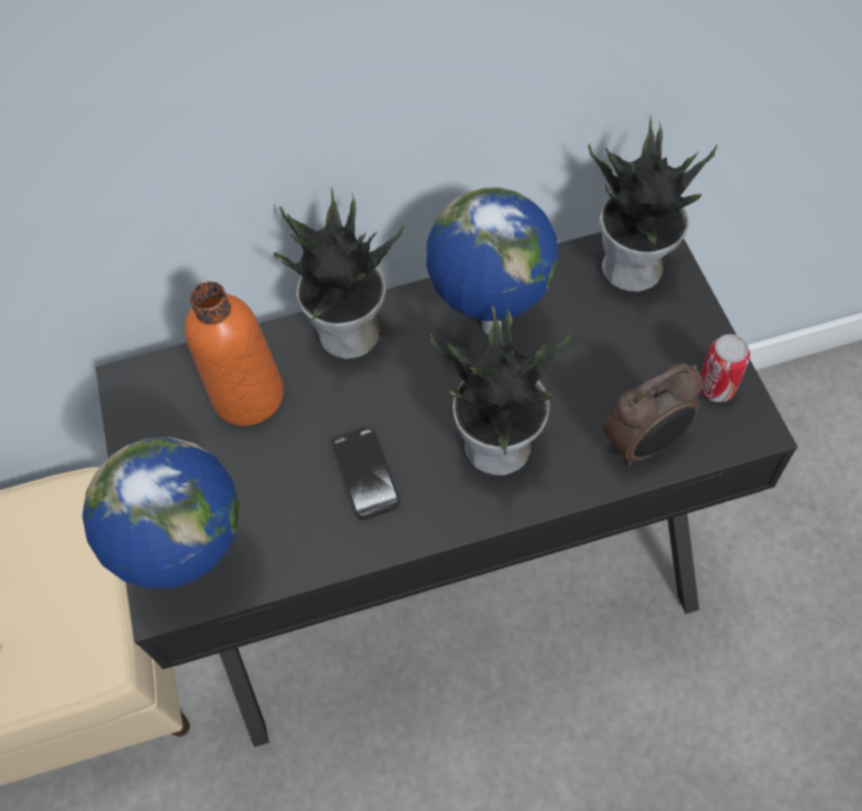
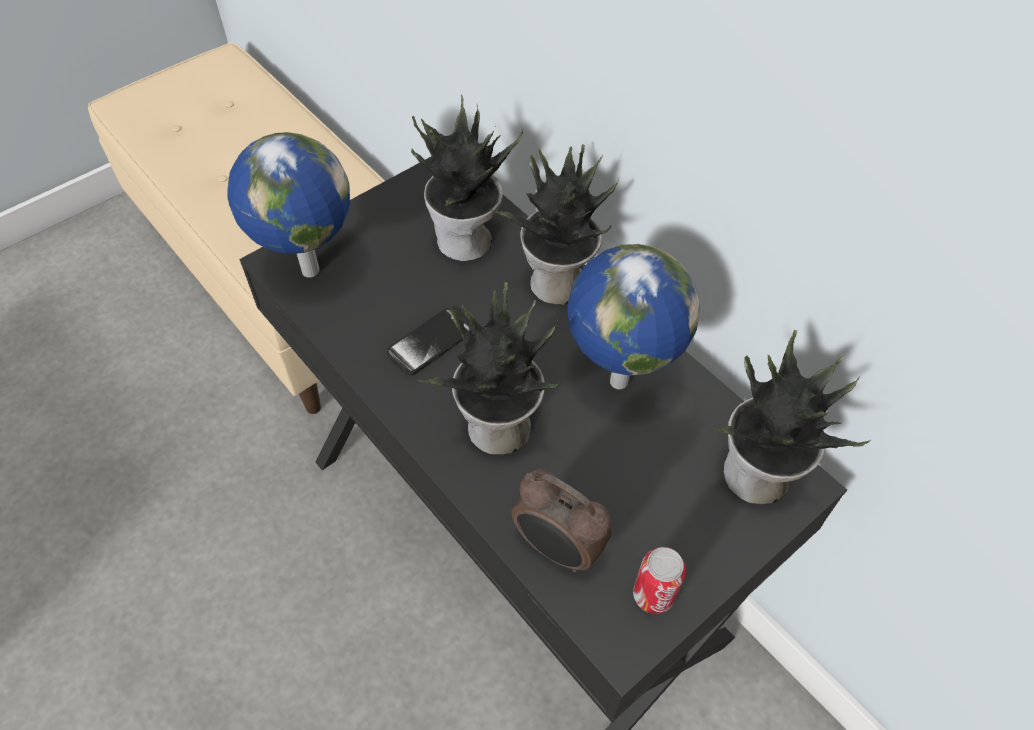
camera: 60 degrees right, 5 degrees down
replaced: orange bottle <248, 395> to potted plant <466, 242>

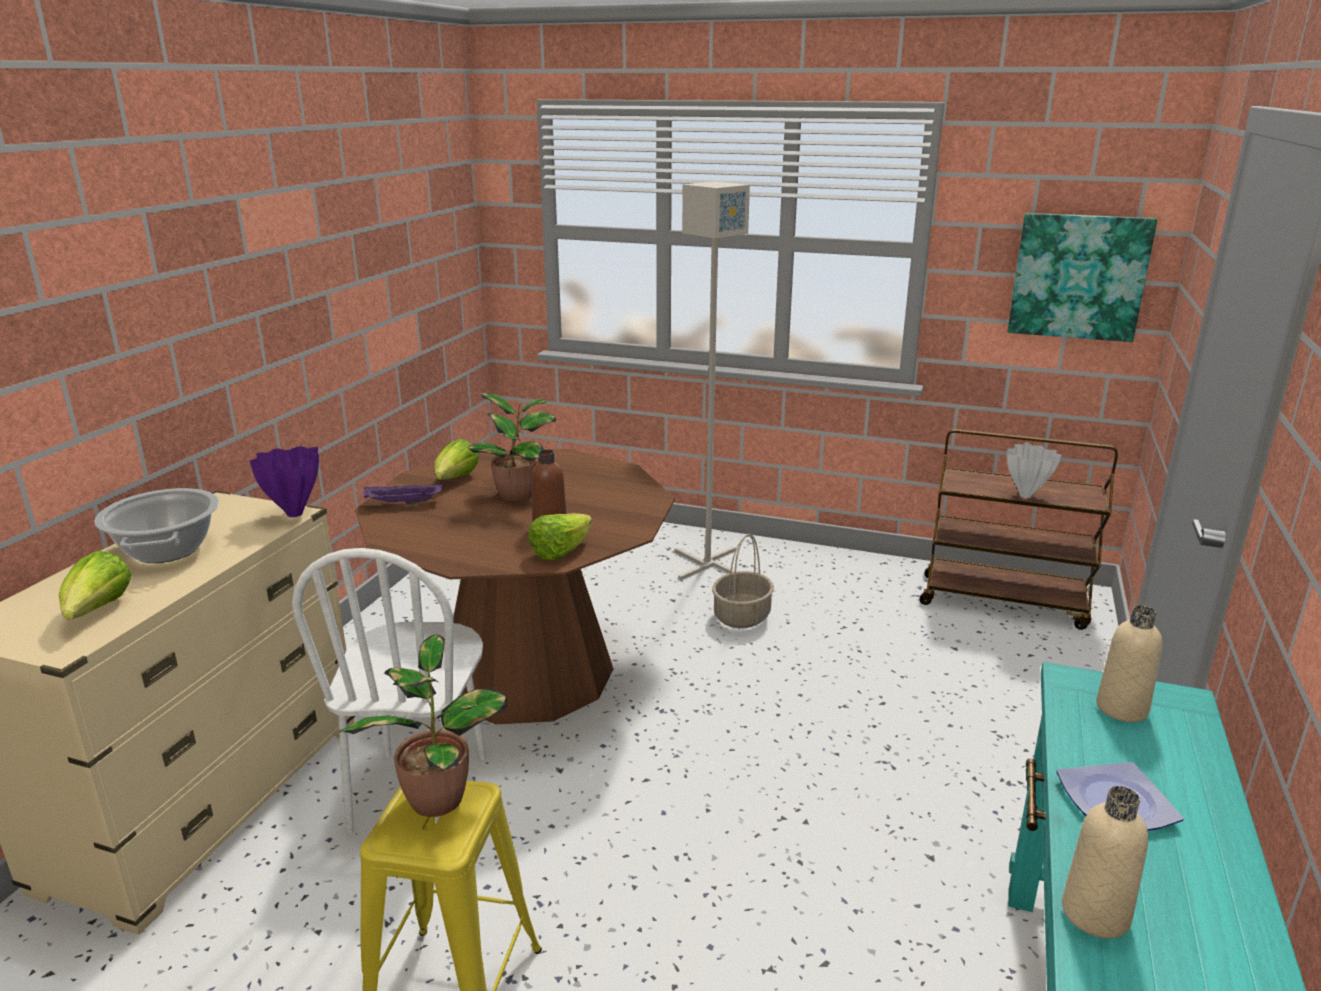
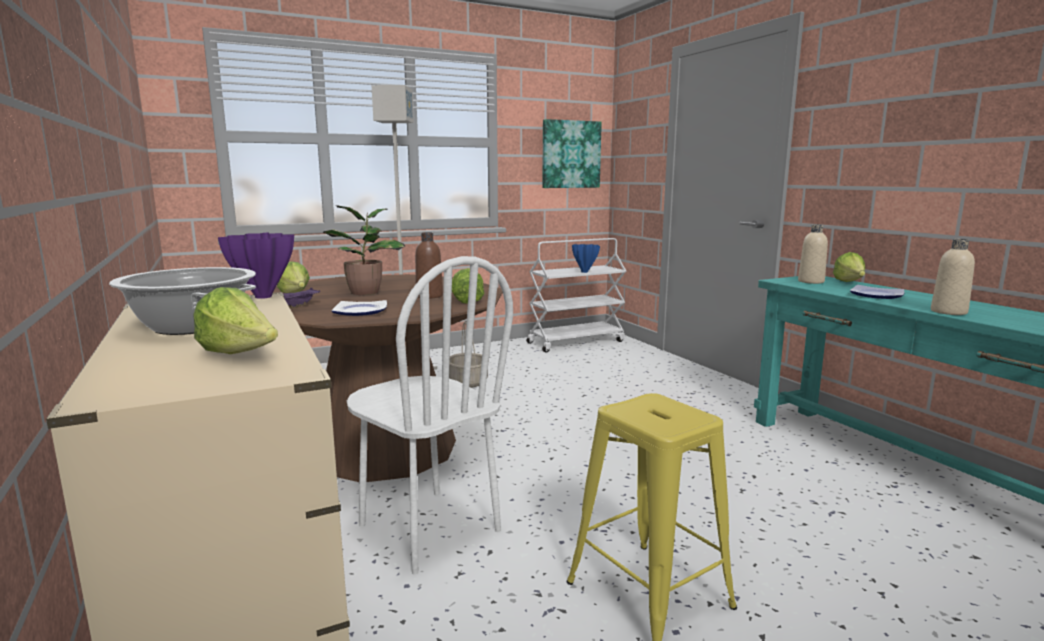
camera: 45 degrees left, 10 degrees down
removed: potted plant <437, 796>
added: plate <361, 311>; lettuce <850, 283>
recoloured: brown cart <1004, 601> to white cart <576, 342>; white vase <1025, 496> to blue vase <585, 272>

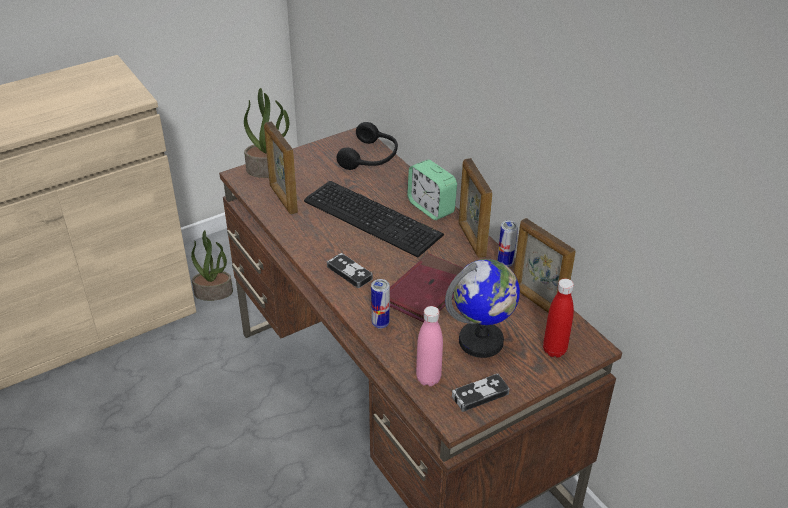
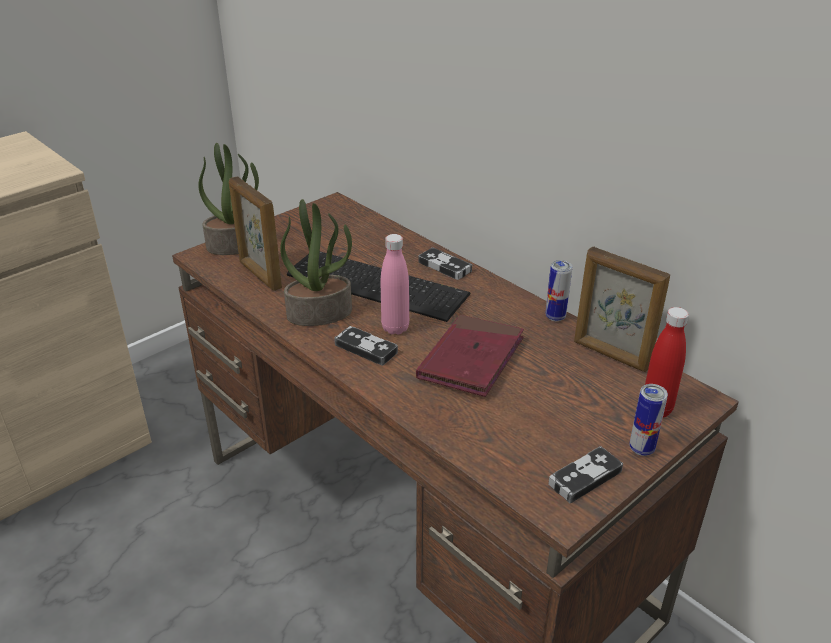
camera: 10 degrees left, 5 degrees down
removed: black headphones <371, 158>; globe <481, 342>; picture frame <471, 240>
moved: potted plant <214, 292> to <320, 313>; can <380, 323> to <641, 449>; pink bottle <428, 378> to <395, 328>
replaced: alarm clock <431, 207> to game controller <444, 266>

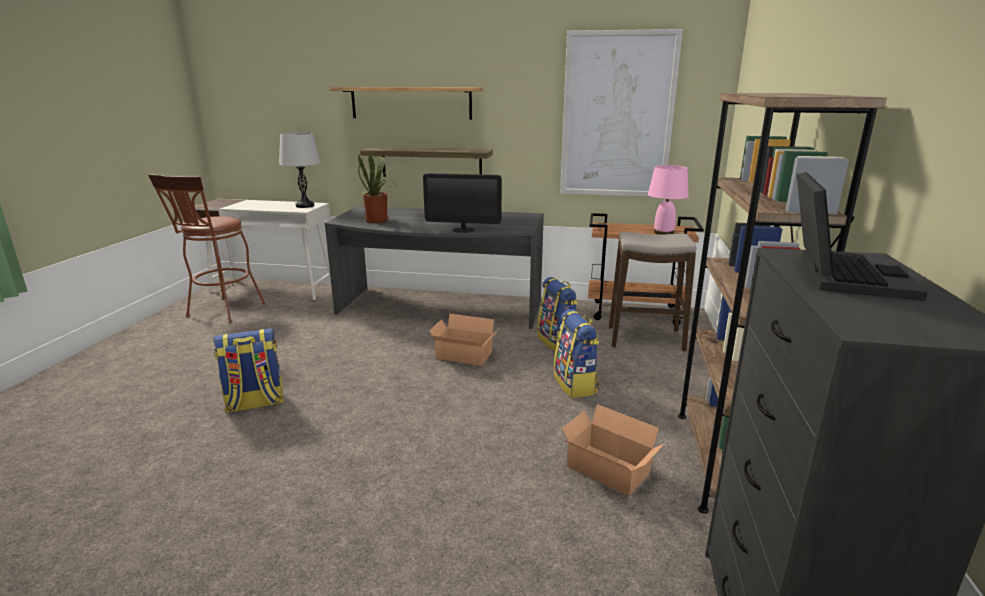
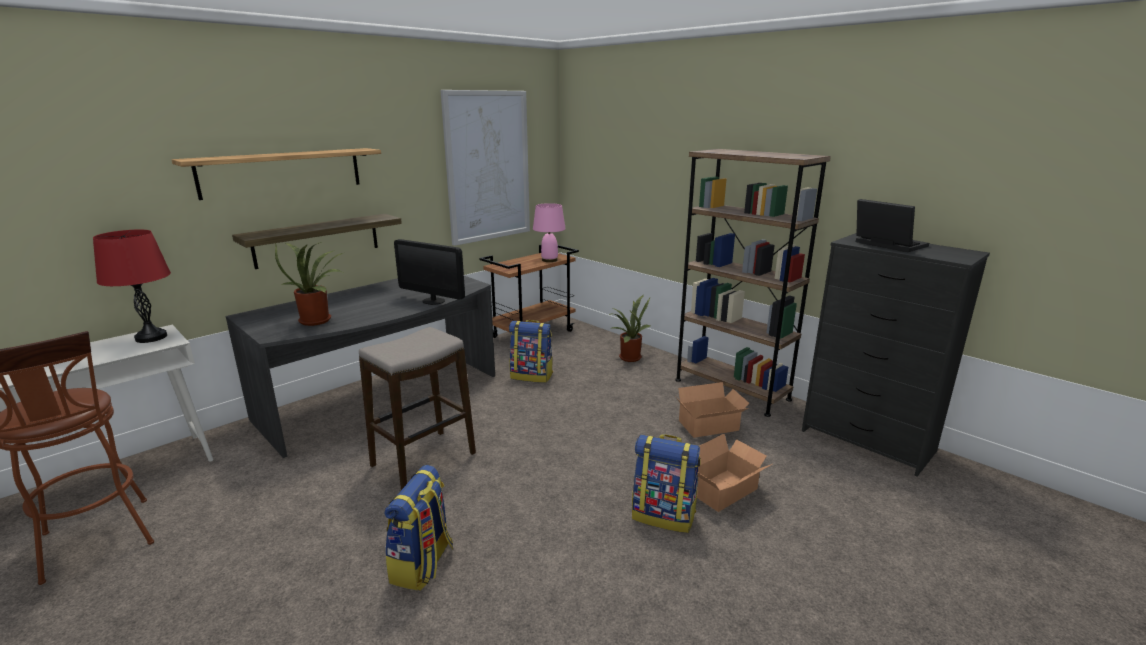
camera: 55 degrees left, 0 degrees up
added: potted plant <628, 357>
moved: cardboard box <464, 356> to <725, 491>; backpack <576, 385> to <664, 515>; stool <645, 339> to <424, 460>
recoloured: grey table lamp <305, 206> to red table lamp <151, 337>
turned: monitor <463, 230> = <433, 301> 75 degrees clockwise

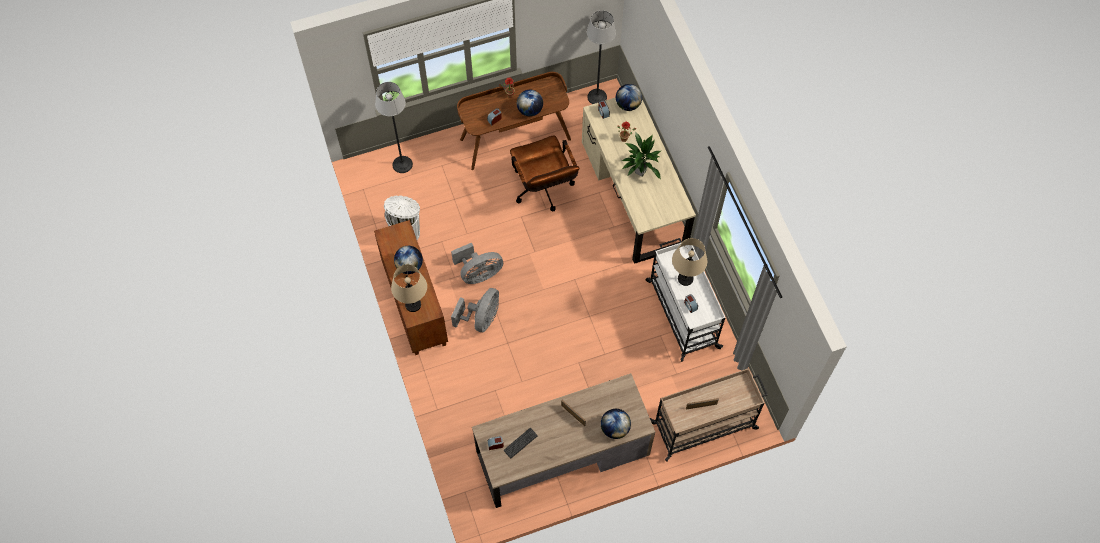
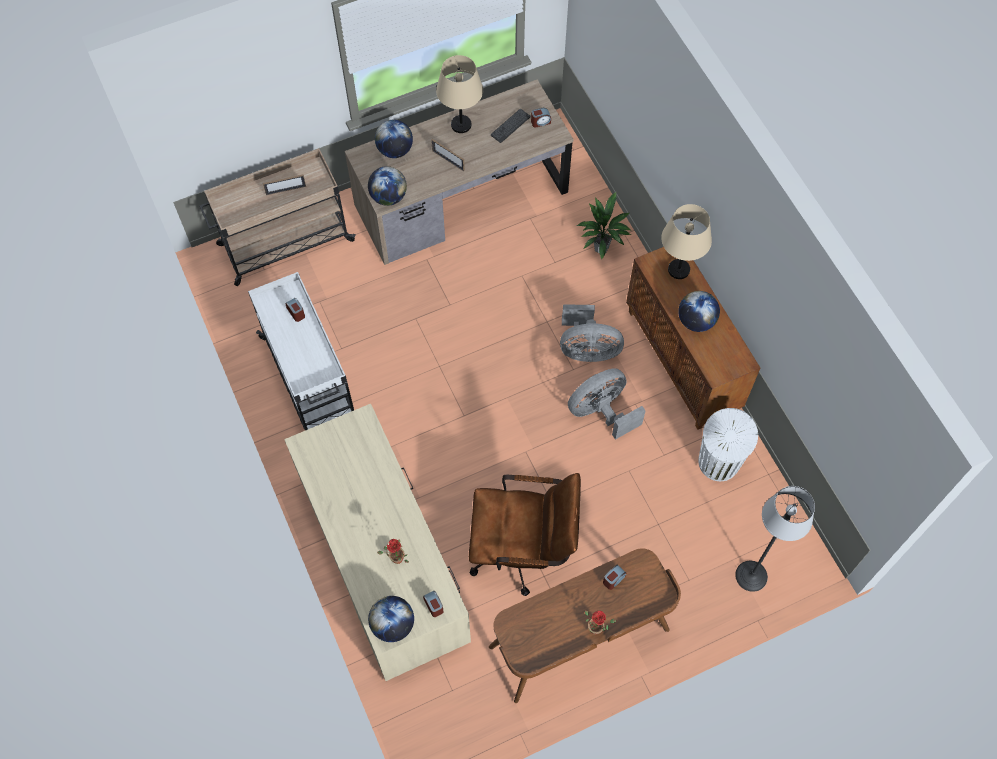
camera: 175 degrees right, 0 degrees up
removed: floor lamp <597, 97>
moved: globe <530, 110> to <388, 197>; potted plant <640, 172> to <602, 248>; beige table lamp <685, 279> to <461, 124>
turned: grey fan <481, 318> = <587, 350> 105 degrees counterclockwise; brown office chair <543, 190> = <523, 550> 120 degrees clockwise

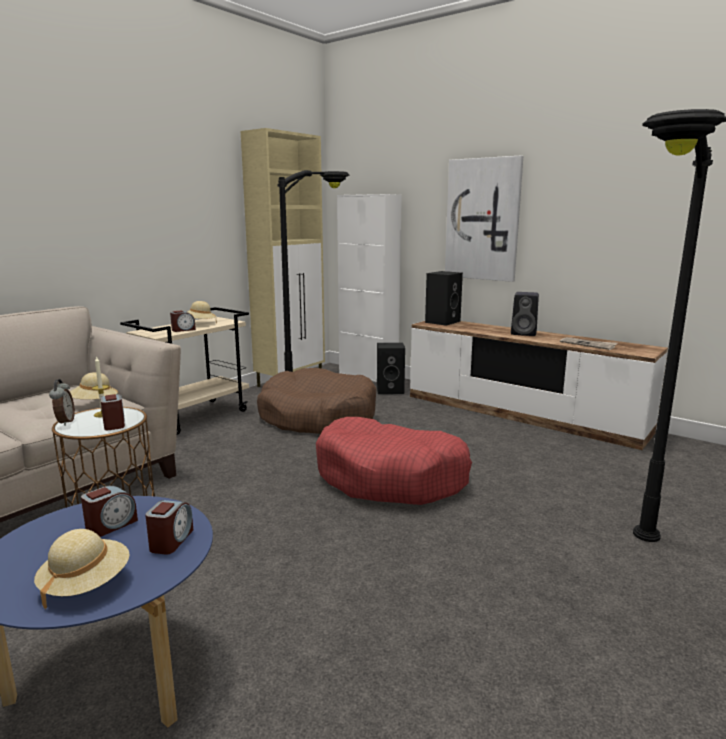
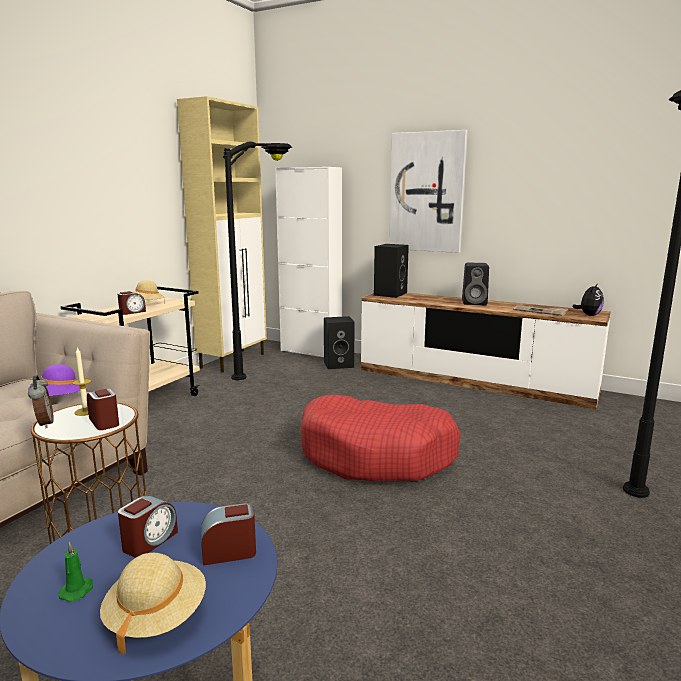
camera: 10 degrees left, 0 degrees up
removed: brown dog bed <318, 417>
added: green candle <77, 590>; plush toy <589, 315>
recoloured: beige hat <94, 403> to purple hat <58, 399>
turned: alarm clock <171, 541> = <229, 552> 105 degrees counterclockwise

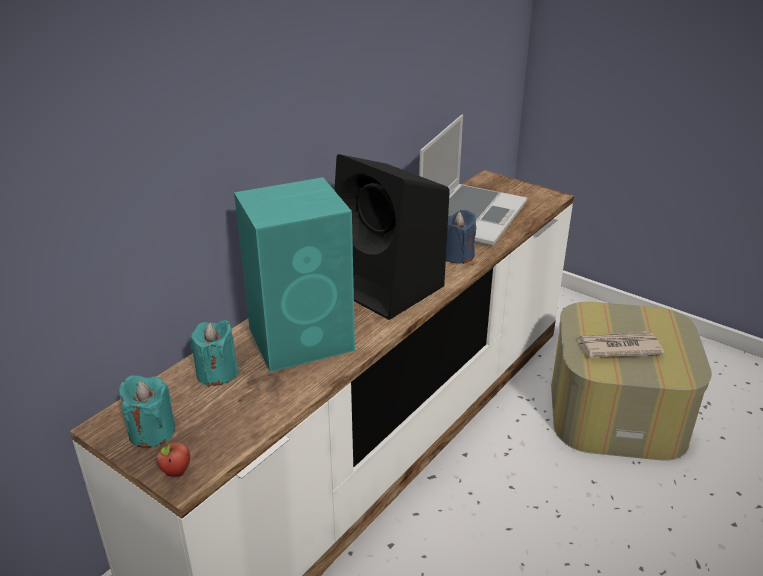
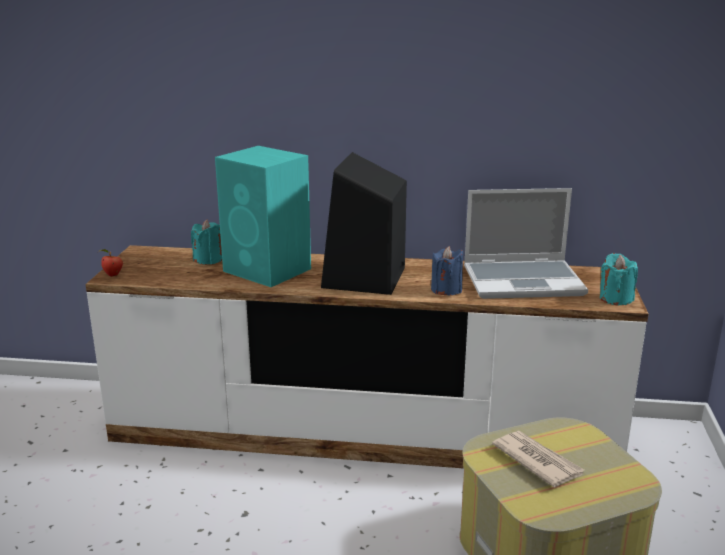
camera: 60 degrees right, 10 degrees down
moved: turquoise candle <152, 432> to <615, 299>

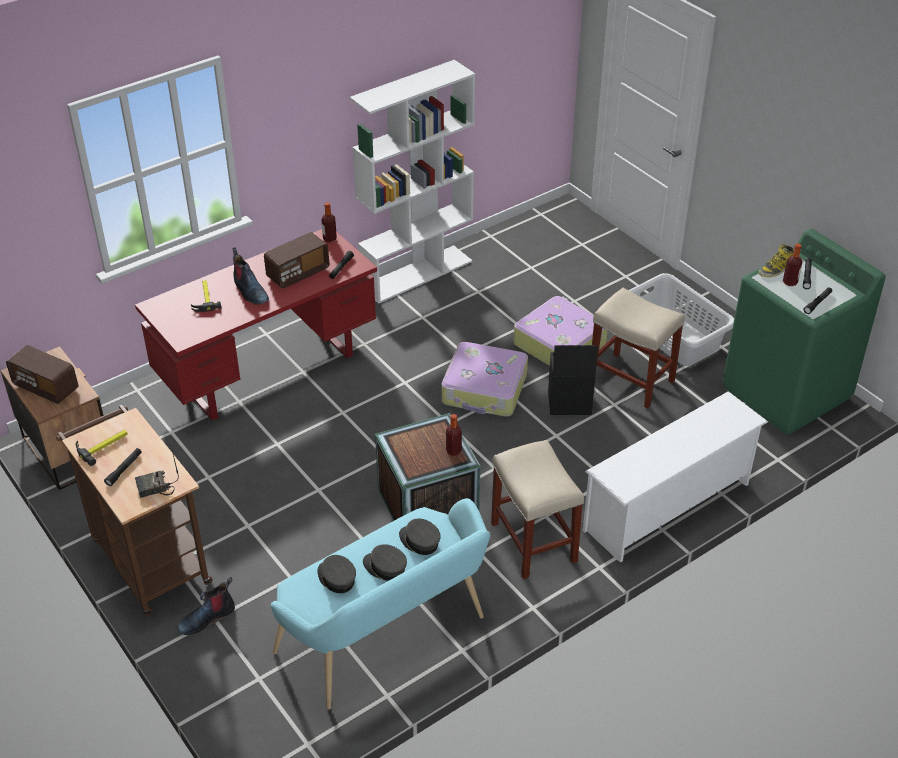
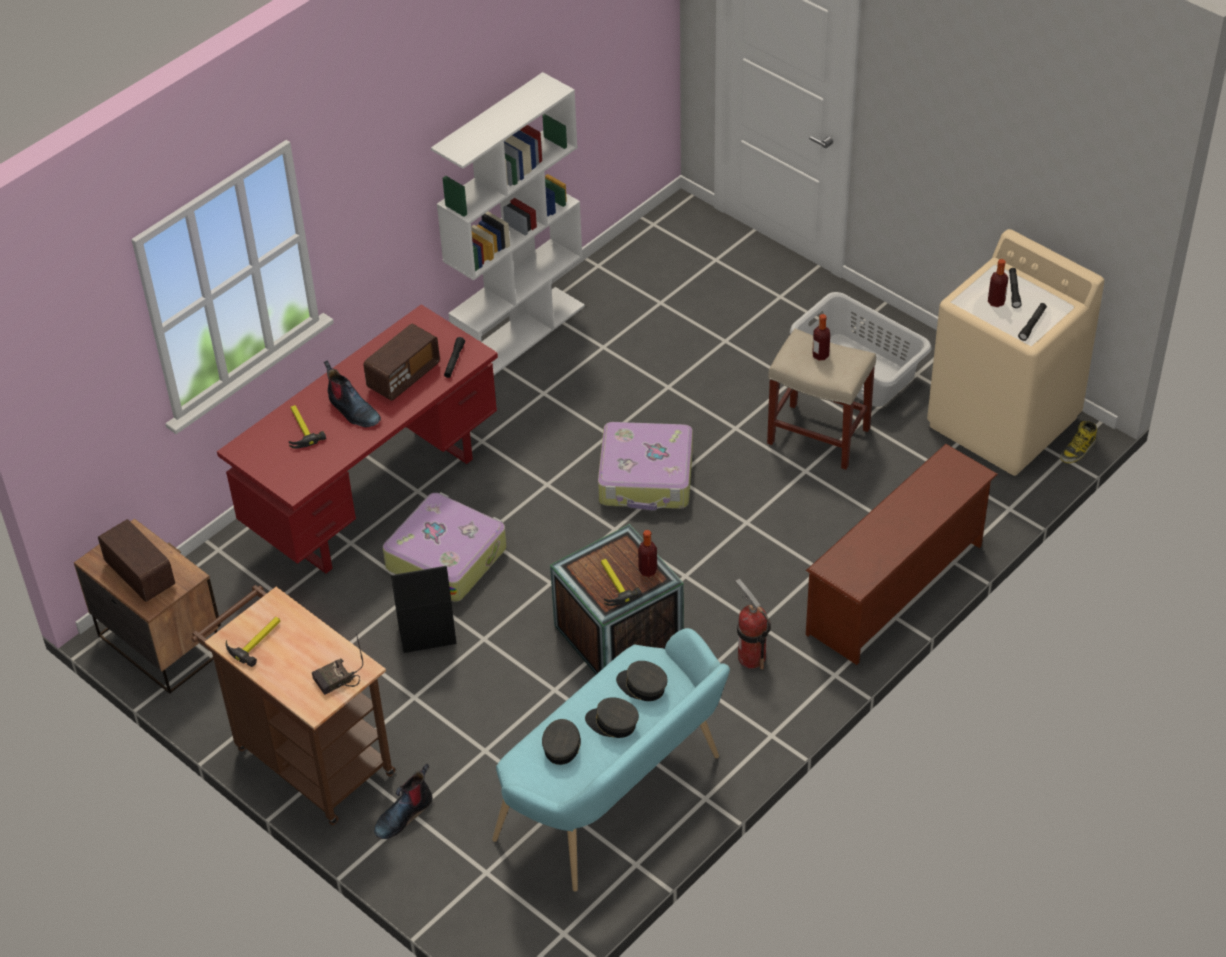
camera: 10 degrees left, 5 degrees up
removed: black flashlight <124, 469>
added: hammer <613, 584>
moved: bottle <329, 239> to <820, 355>; suitcase <560, 343> to <446, 557>; black storage box <568, 403> to <425, 632>; boot <776, 269> to <1078, 450>
replaced: beige stool <532, 541> to fire extinguisher <751, 657>
recoloured: white shoe rack <668, 508> to brown shoe rack <897, 590>; green washing machine <786, 392> to beige washing machine <1004, 422>
turned: radio <46, 387> = <140, 575> 150 degrees counterclockwise; grey cap <336, 578> = <562, 745> 60 degrees clockwise

